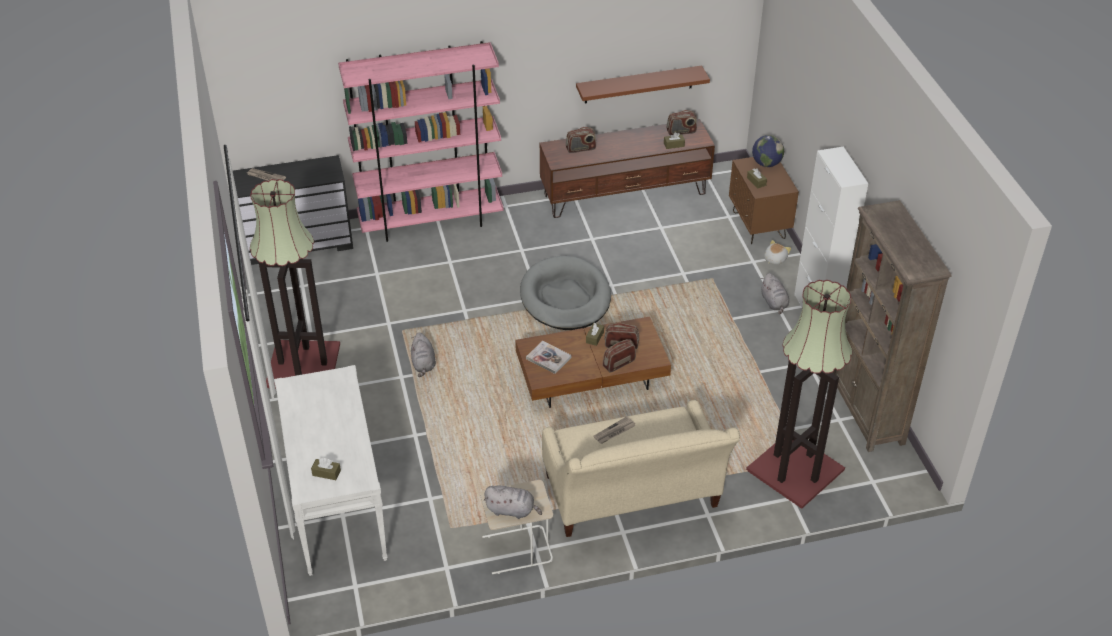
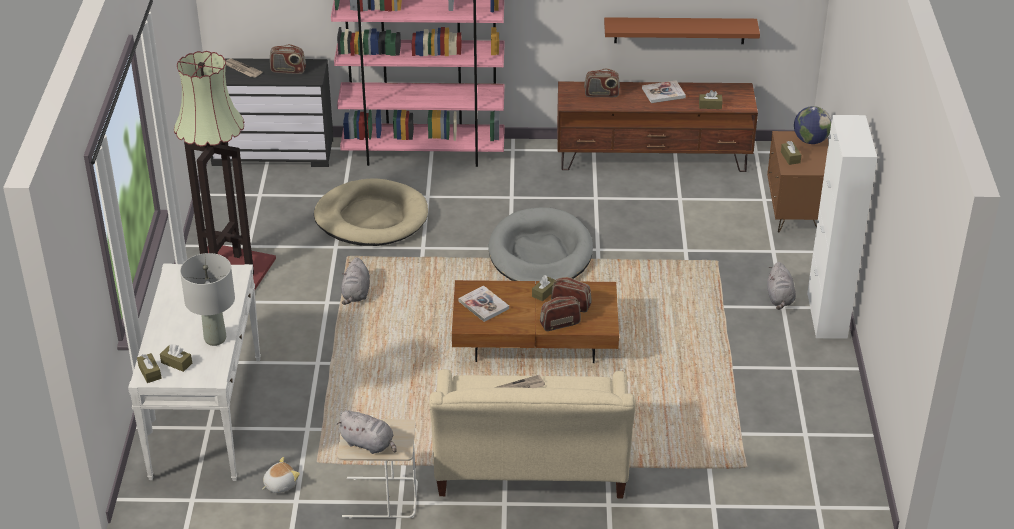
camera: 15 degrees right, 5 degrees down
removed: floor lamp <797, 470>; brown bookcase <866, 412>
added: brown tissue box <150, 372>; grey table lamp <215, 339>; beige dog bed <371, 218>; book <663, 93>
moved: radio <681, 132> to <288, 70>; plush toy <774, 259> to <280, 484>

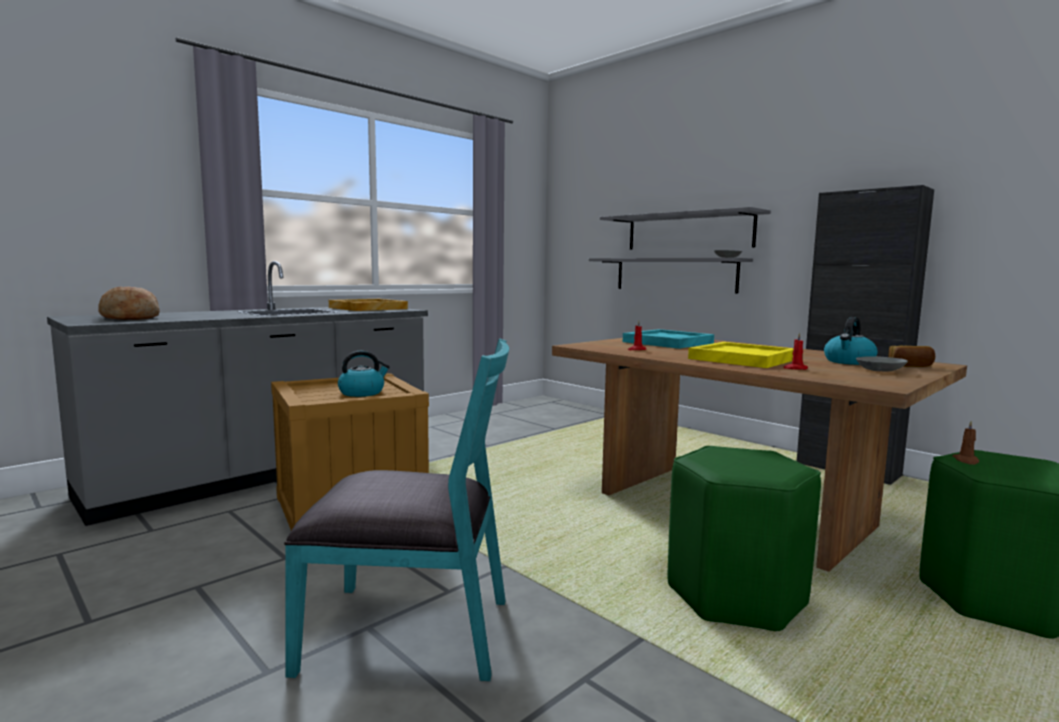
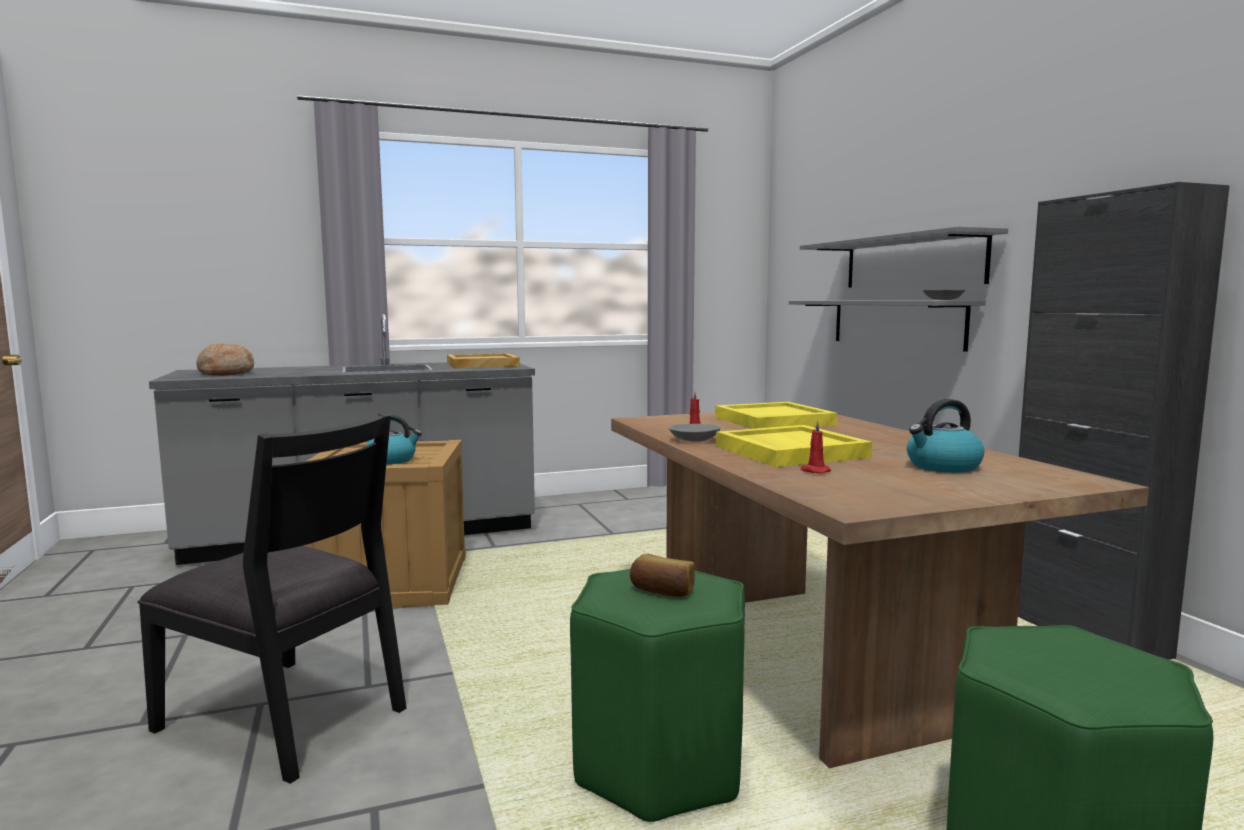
camera: 25 degrees right, 0 degrees up
removed: brown candle <966, 461>
moved: grey bowl <879, 370> to <693, 440>; bread <910, 366> to <662, 591>
recoloured: turquoise chair <410, 632> to black chair <286, 717>; turquoise tray <668, 342> to yellow tray <773, 421>

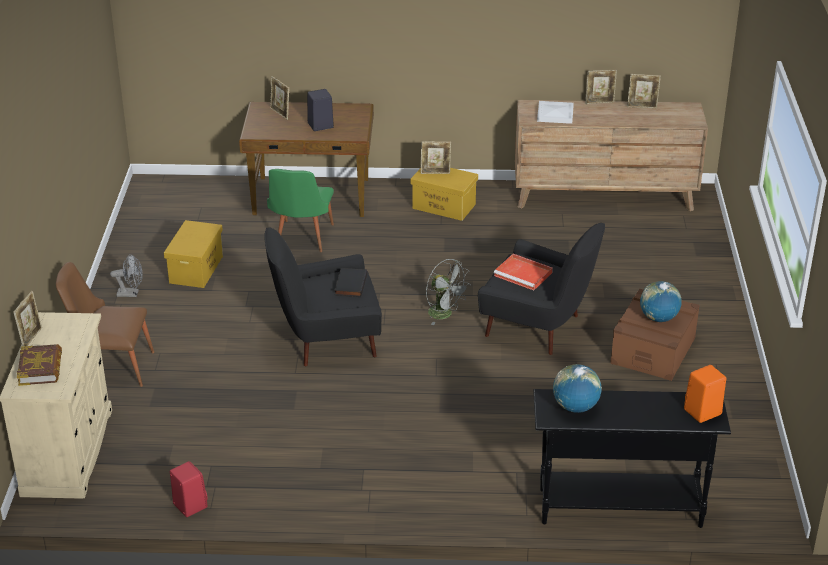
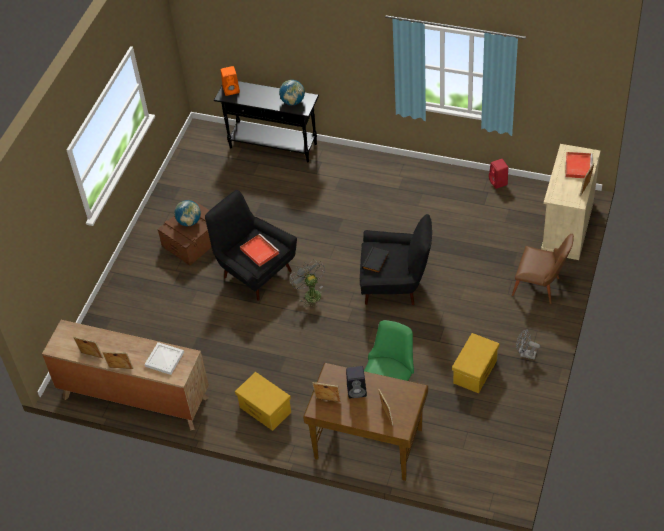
camera: 160 degrees left, 15 degrees up
moved: picture frame <435, 173> to <327, 400>
replaced: book <40, 368> to red tray <578, 166>

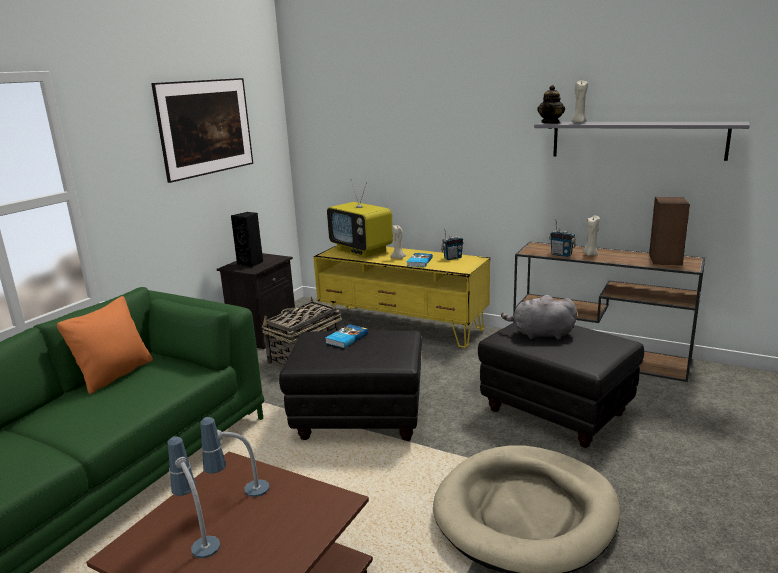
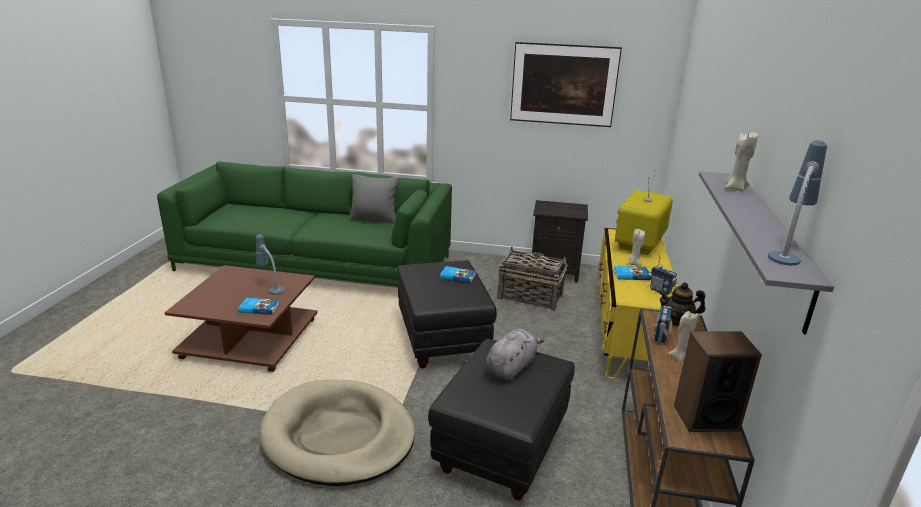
camera: 70 degrees right, 5 degrees up
removed: black speaker <251, 263>
added: book <259, 308>
moved: table lamp <198, 537> to <786, 252>; teapot <550, 123> to <677, 321>
recoloured: orange pillow <115, 375> to grey pillow <374, 219>
turned: grey plush toy <540, 334> = <511, 367> 45 degrees clockwise

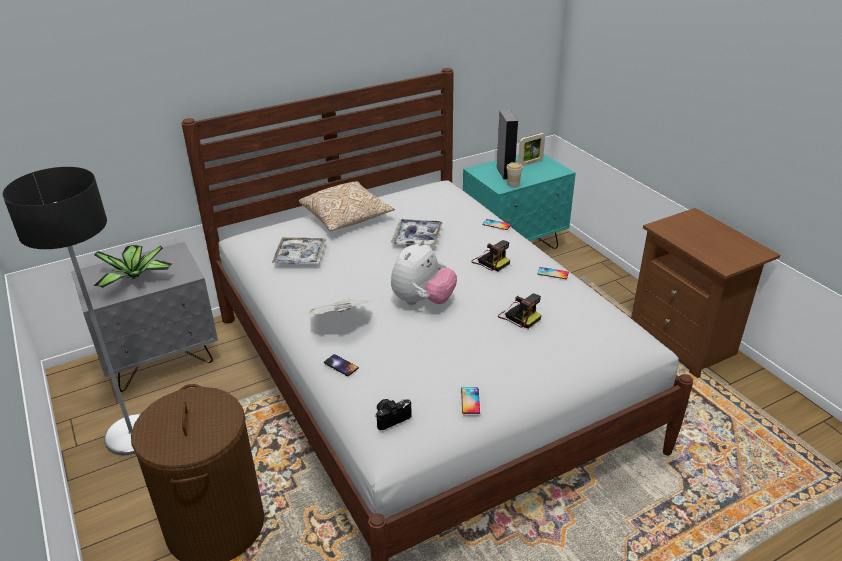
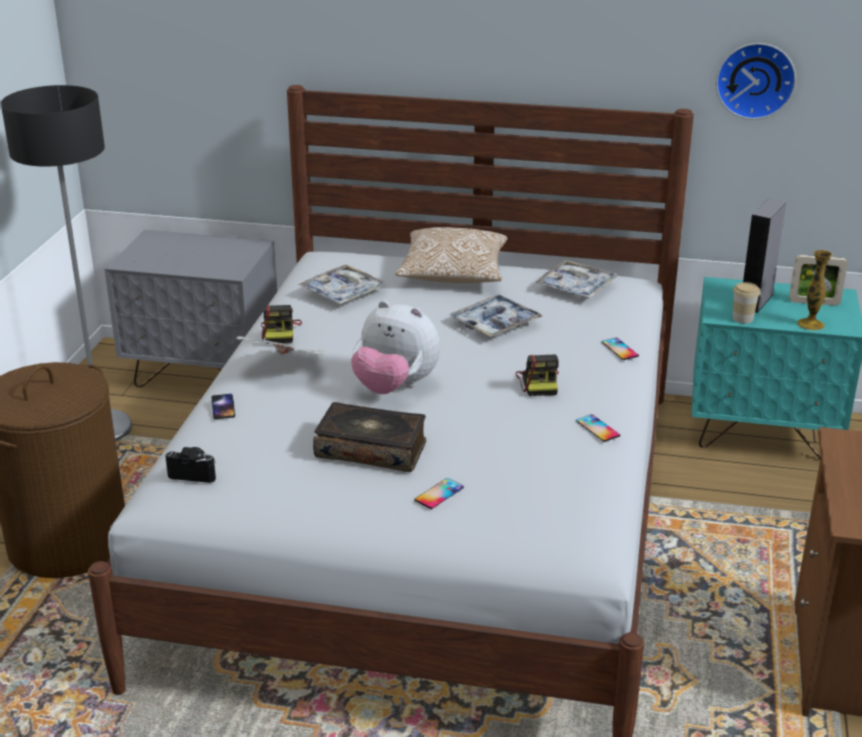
camera: 40 degrees right, 5 degrees down
removed: potted plant <135, 277>
added: book <371, 449>; tray <576, 287>; wall clock <755, 79>; vase <810, 324>
moved: phone <470, 400> to <439, 494>; photo camera <519, 316> to <280, 332>
turned: plush toy <422, 301> = <395, 387> 45 degrees clockwise

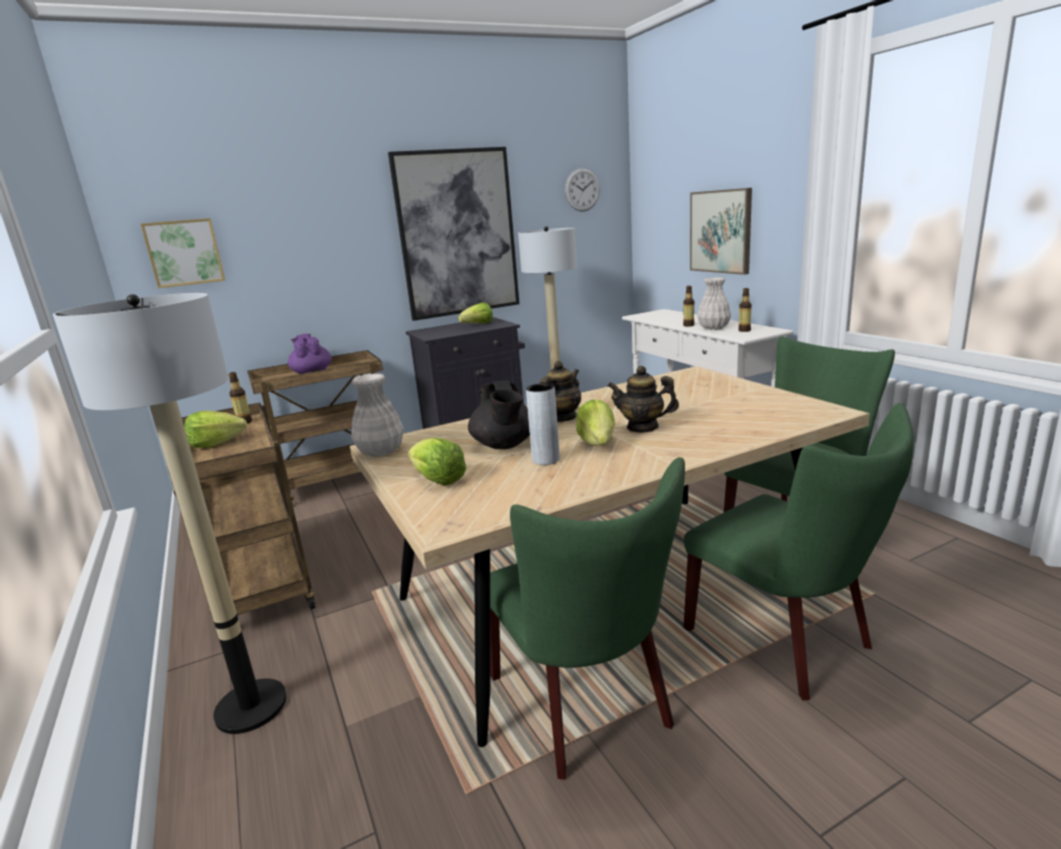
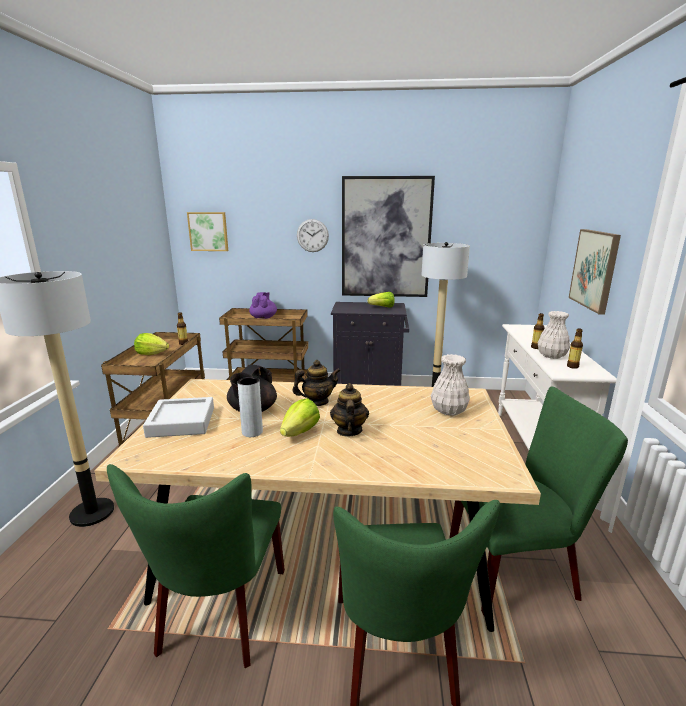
camera: 30 degrees right, 0 degrees up
moved: white vase <381, 451> to <449, 411>; wall clock <582, 190> to <312, 235>
replaced: lettuce <437, 480> to grey tray <181, 422>
turned: teapot <642, 427> = <349, 431> 45 degrees clockwise

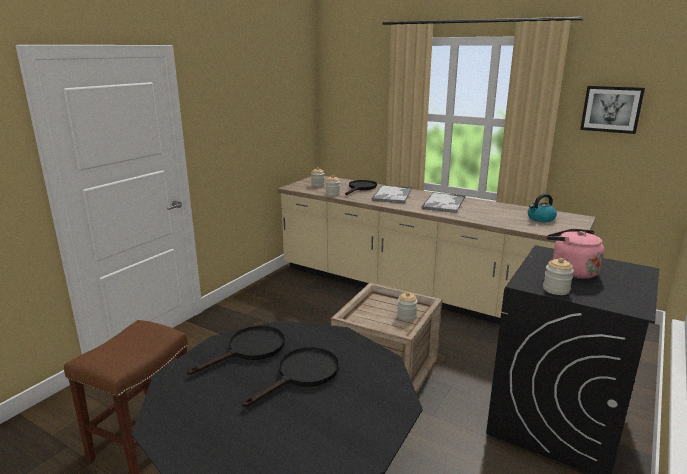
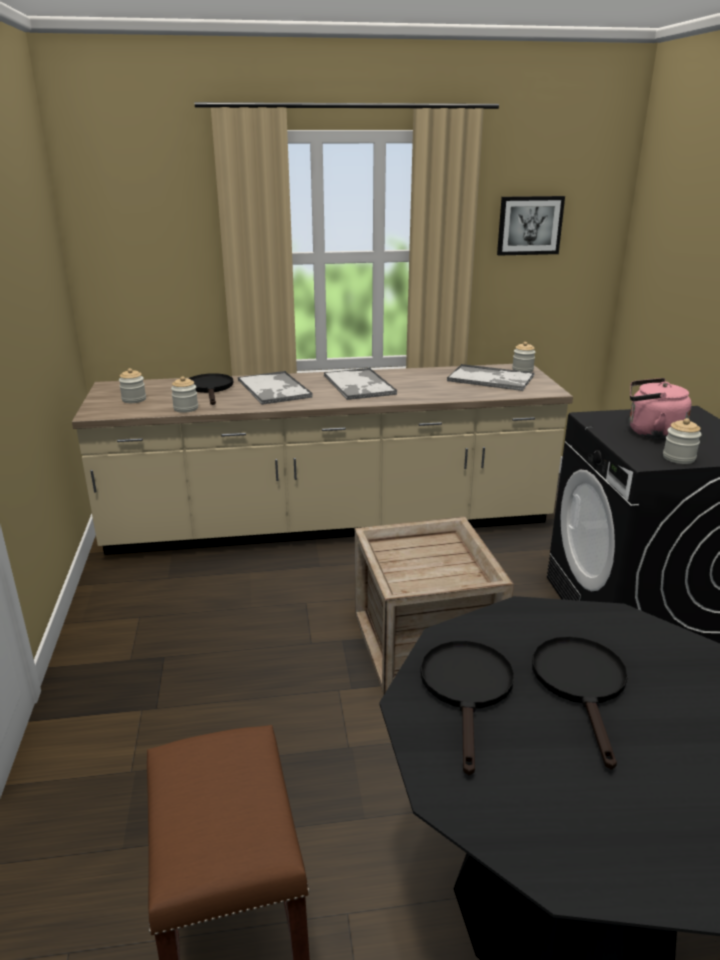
camera: 40 degrees left, 5 degrees up
moved: jar <406, 316> to <522, 370>
replaced: kettle <540, 219> to tray <491, 379>

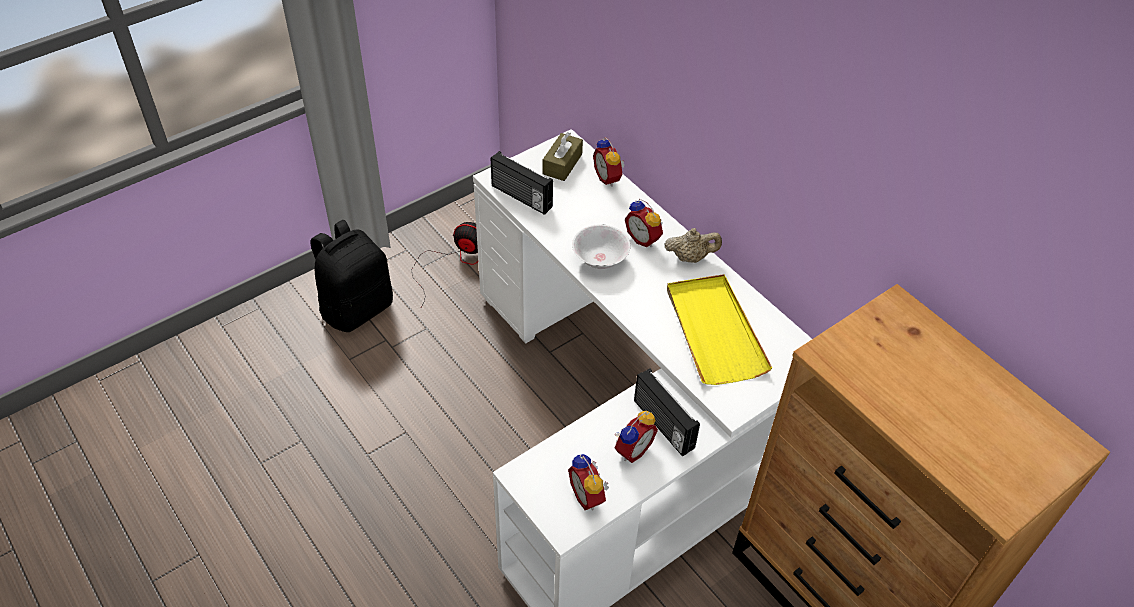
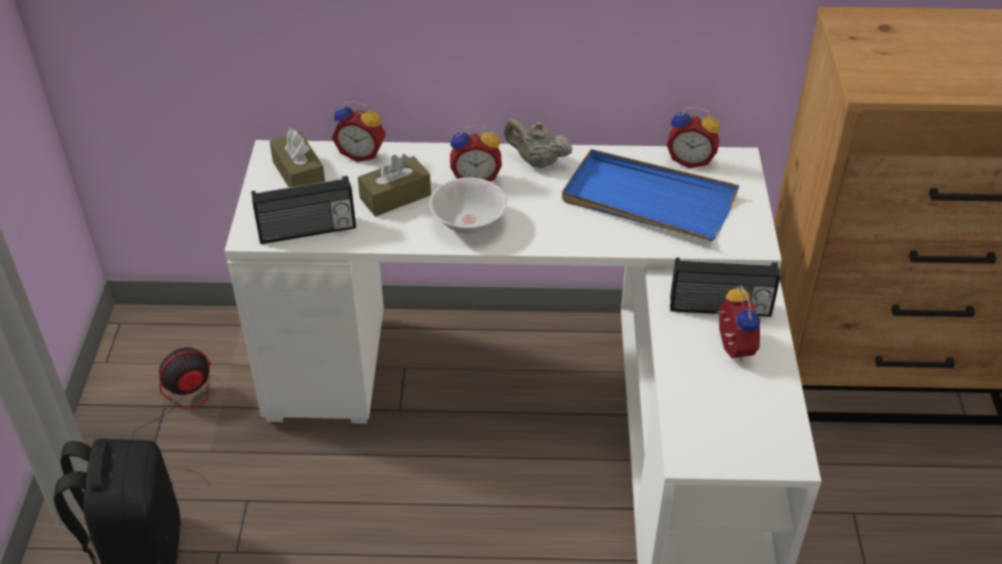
camera: 50 degrees left, 5 degrees down
added: brown tissue box <395, 196>
moved: alarm clock <589, 495> to <690, 159>
recoloured: yellow tray <714, 331> to blue tray <647, 201>
turned: beige teapot <690, 257> = <537, 161> 105 degrees counterclockwise

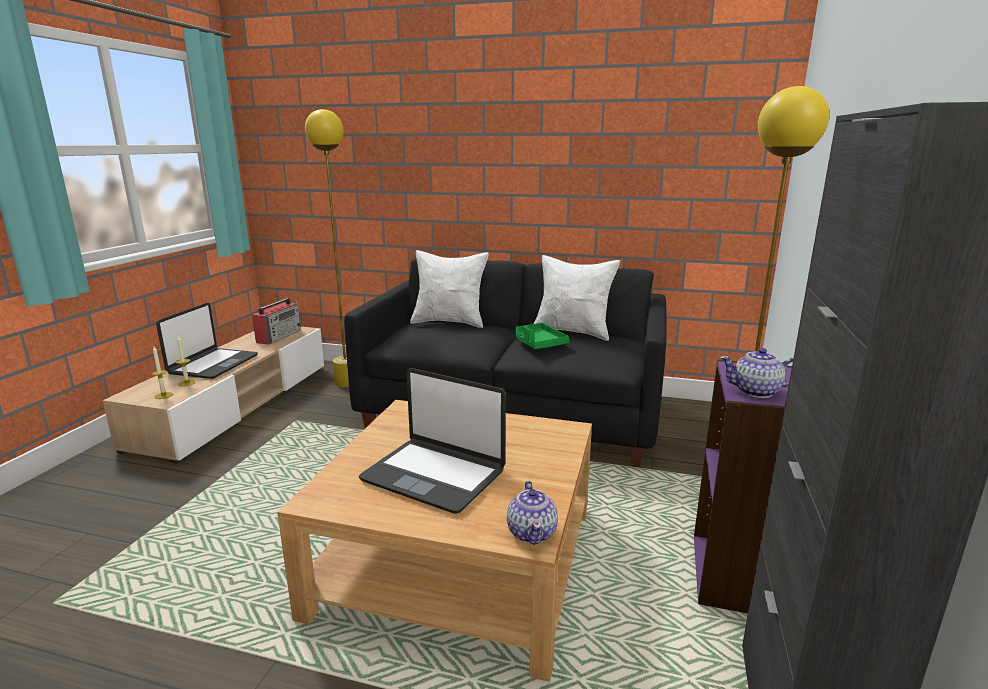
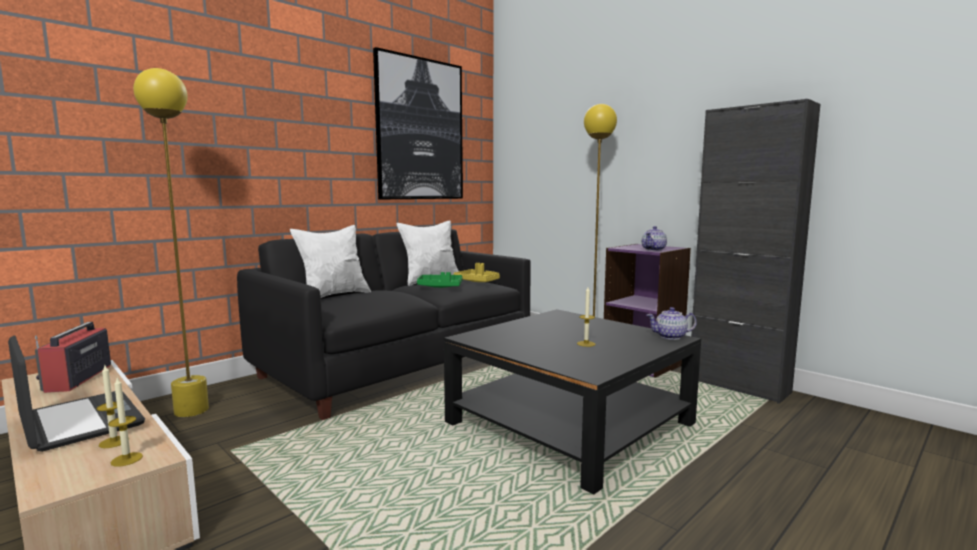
camera: 60 degrees left, 10 degrees down
added: picture <420, 130>; yellow tray <477, 281>
replaced: laptop <434, 475> to candle <586, 344>
recoloured: beige coffee table <458, 561> to black coffee table <569, 423>
turned: radio <279, 336> = <77, 379> 150 degrees counterclockwise; teapot <532, 532> = <671, 336> 150 degrees clockwise

